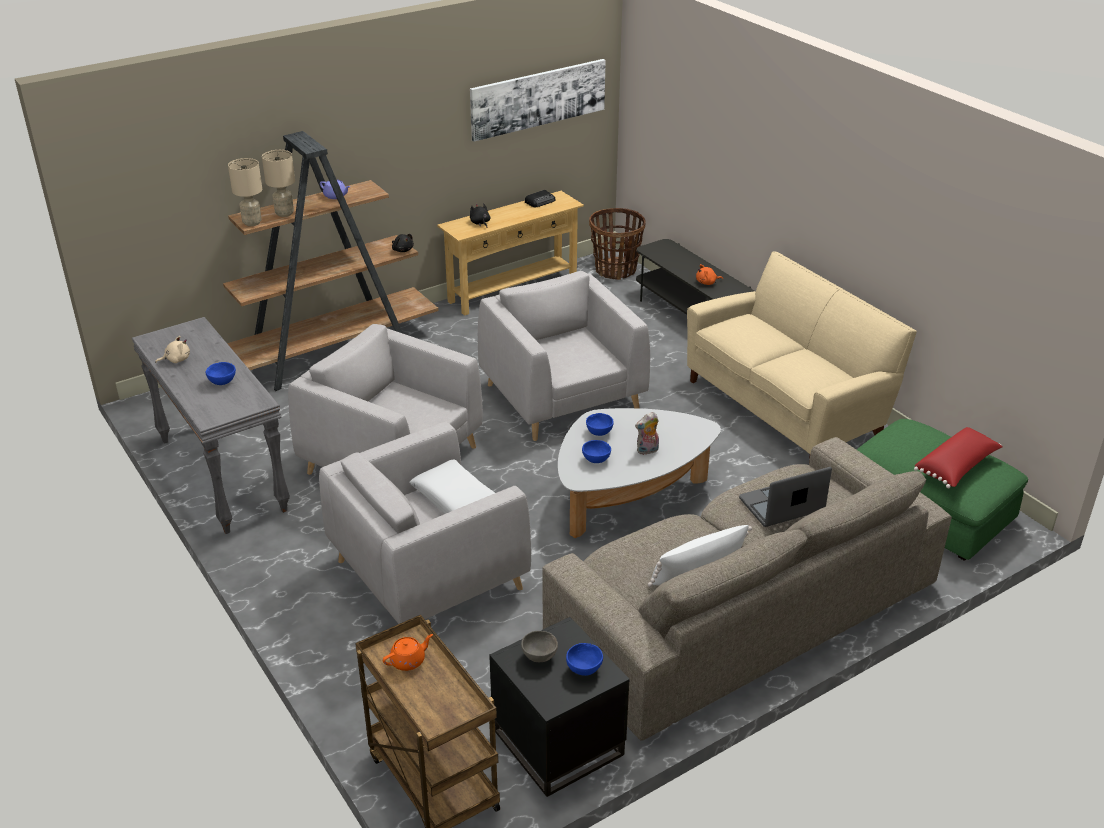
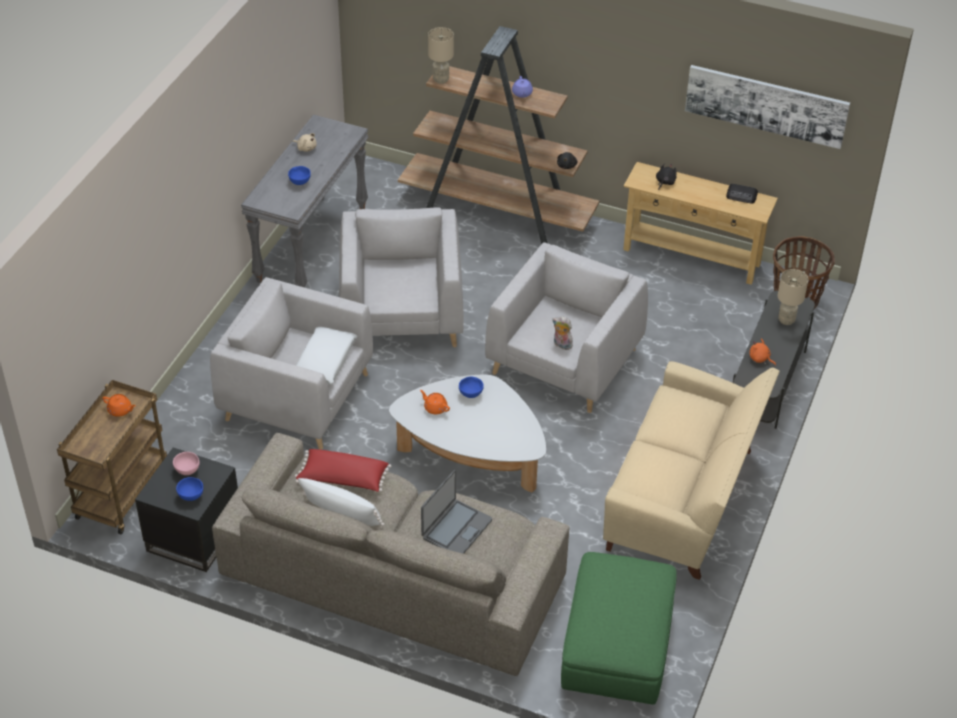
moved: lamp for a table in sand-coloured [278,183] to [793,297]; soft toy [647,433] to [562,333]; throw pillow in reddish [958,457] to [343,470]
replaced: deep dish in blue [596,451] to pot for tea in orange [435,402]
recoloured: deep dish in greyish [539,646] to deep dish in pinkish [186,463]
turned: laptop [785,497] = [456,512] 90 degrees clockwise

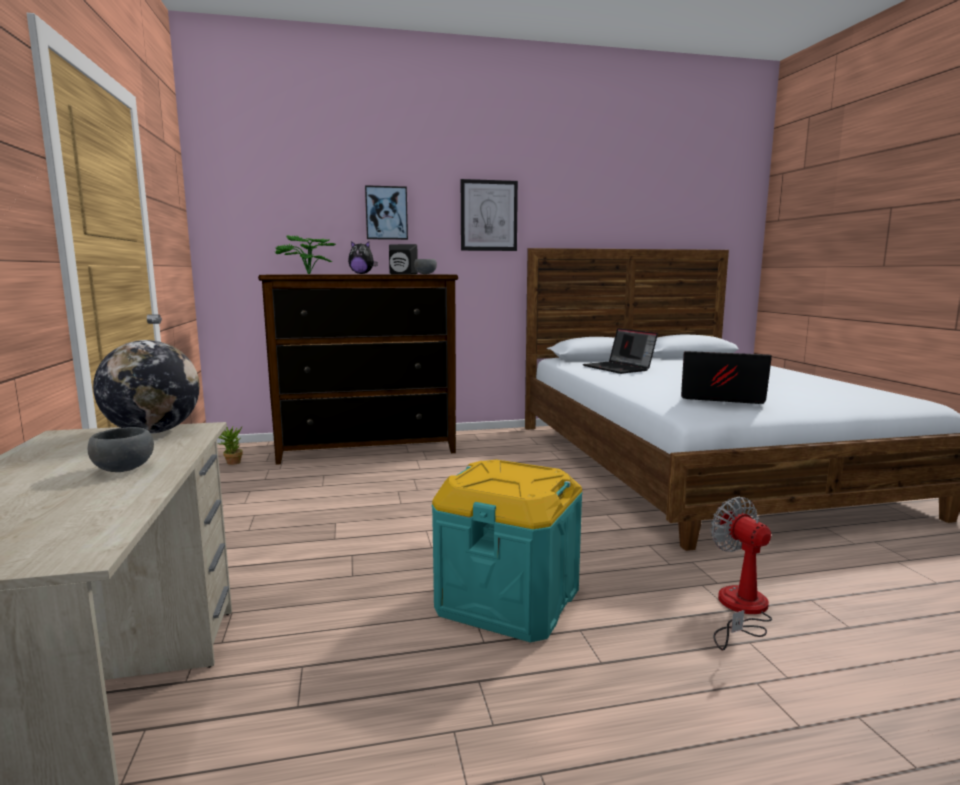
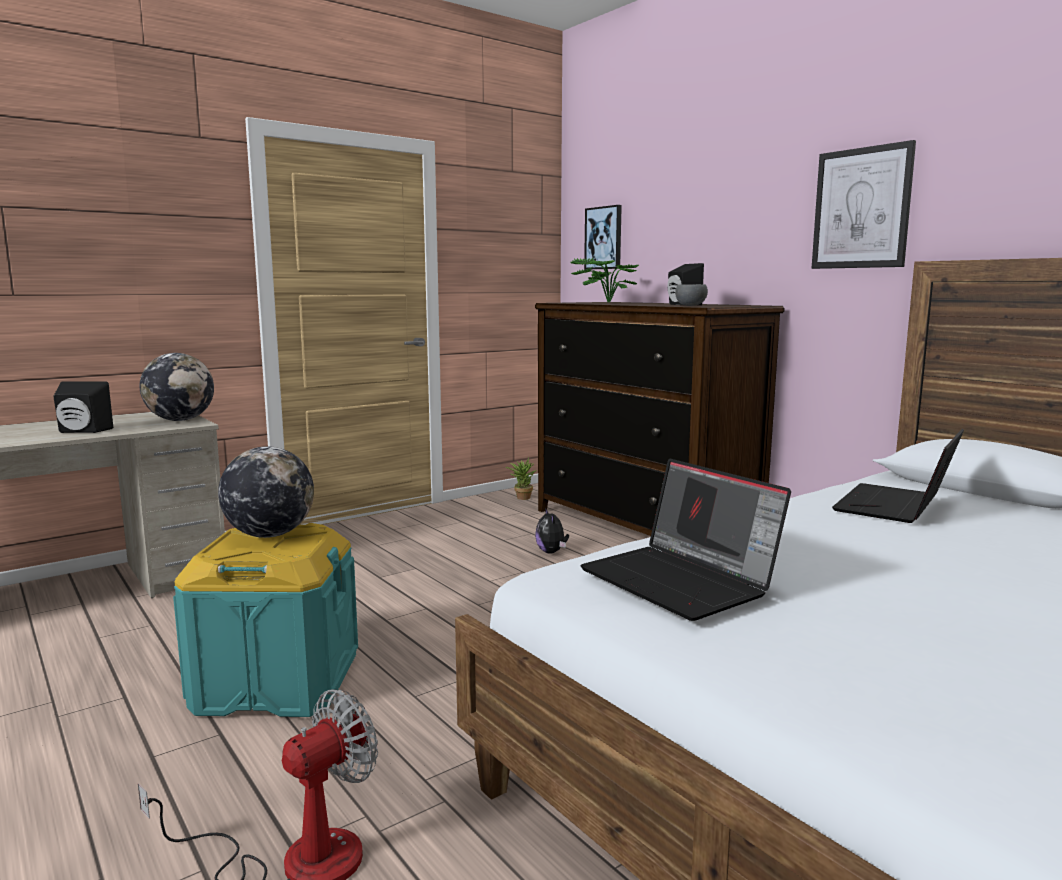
added: world globe [266,492]
moved: wall picture [386,212] to [603,237]; soft toy [363,257] to [552,530]
replaced: deep dish in greyish [121,449] to audio speaker in blackish [83,407]
turned: laptop [726,377] = [685,540] 150 degrees clockwise

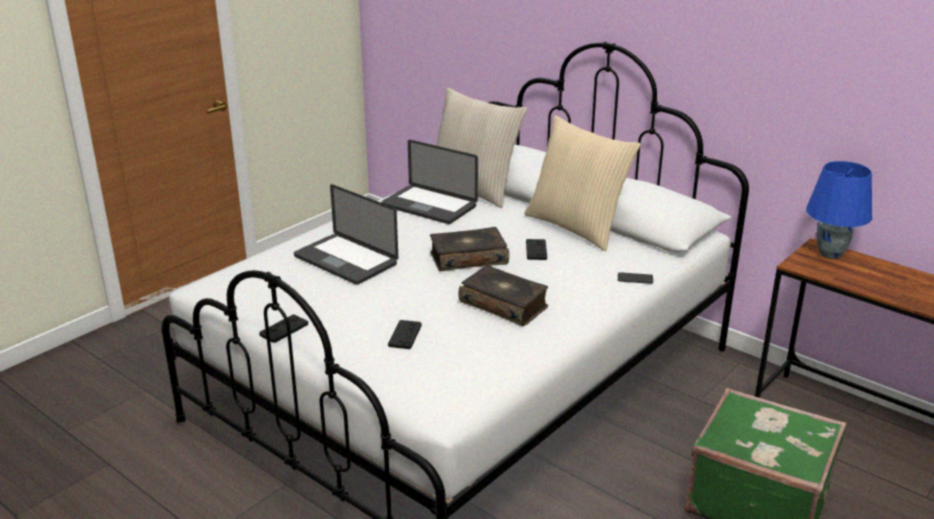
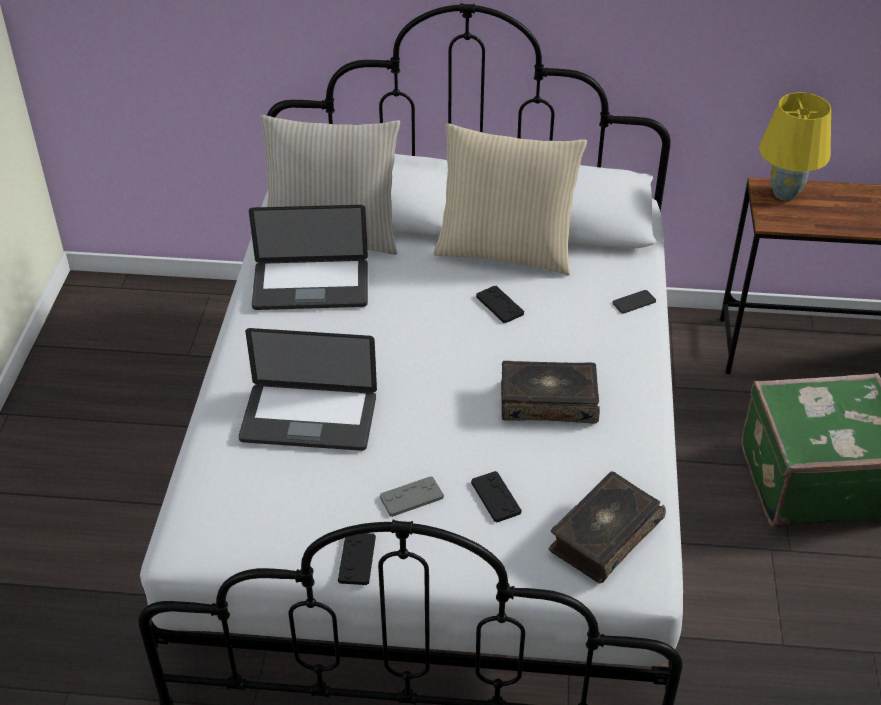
added: gamepad in greyish [412,496]
moved: volume [469,249] to [607,527]
recoloured: lamp for a table in blue [839,210] to lamp for a table in yellow [795,147]

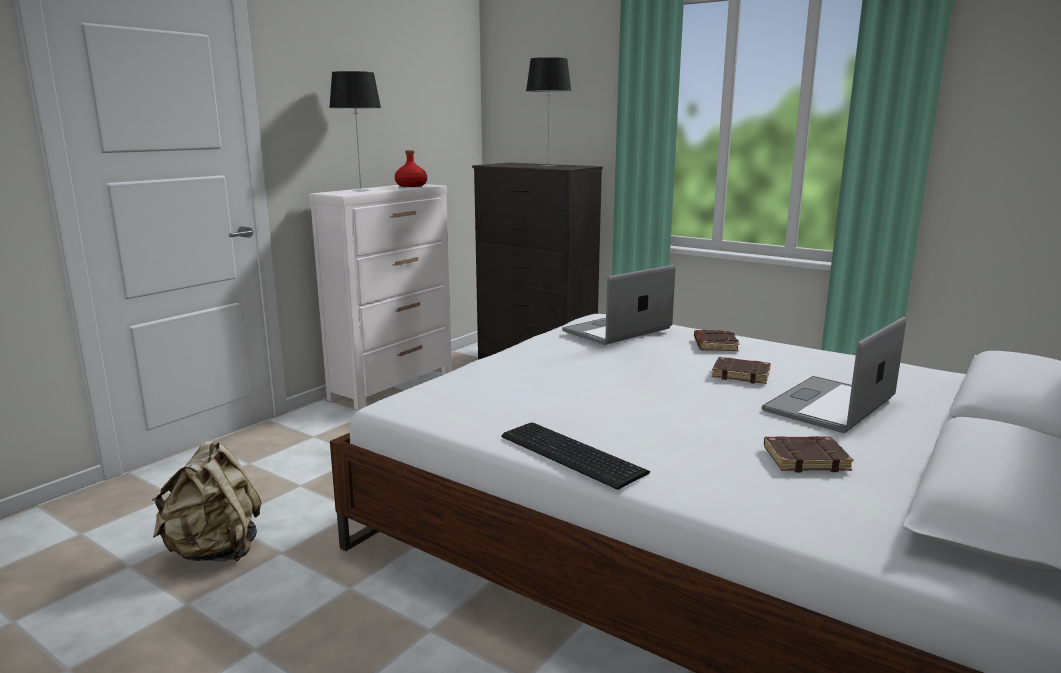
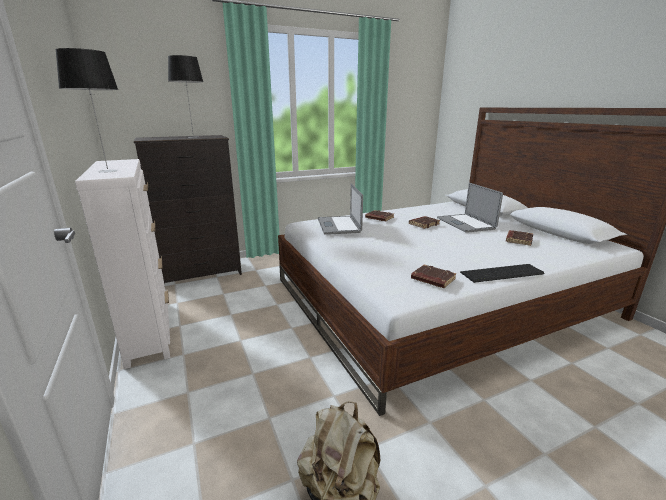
removed: drink bottle in reddish [411,168]
added: volume in brown [433,276]

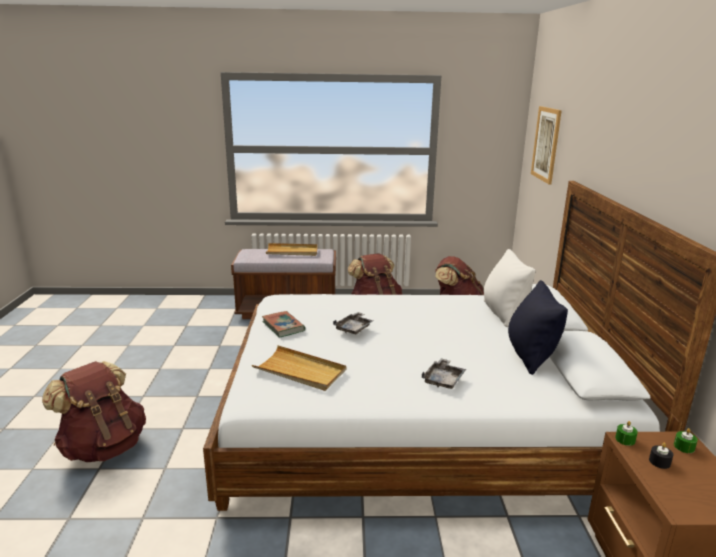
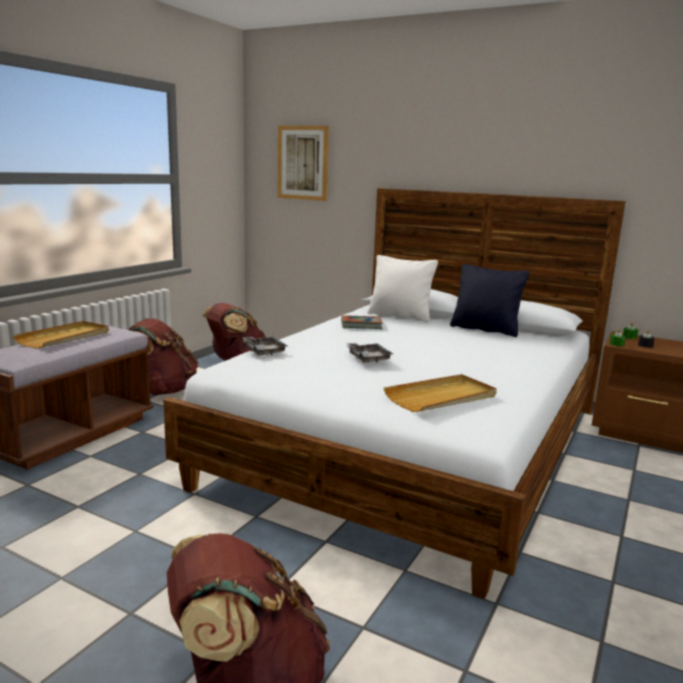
moved: volume [283,324] to [362,322]; carrying tray in greyish [444,373] to [265,346]

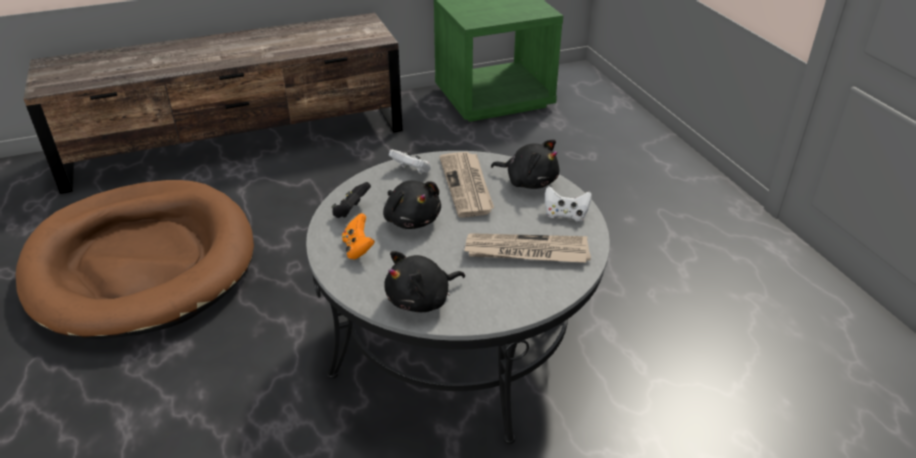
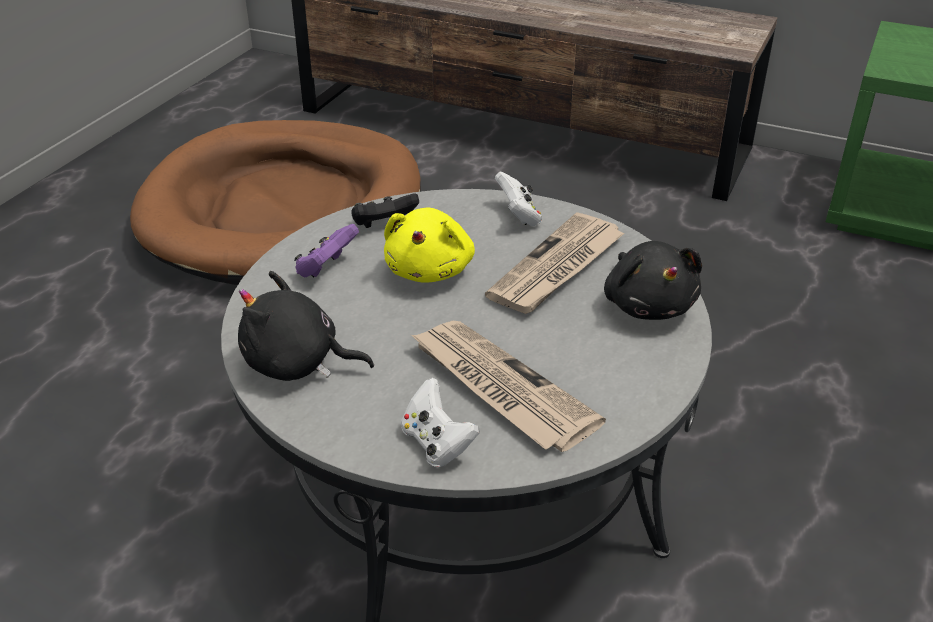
moved: gamepad in white [568,204] to [440,422]
recoloured: soft toy in blackish [412,204] to soft toy in yellow [429,245]; gamepad in orange [358,236] to gamepad in purple-coloured [326,250]

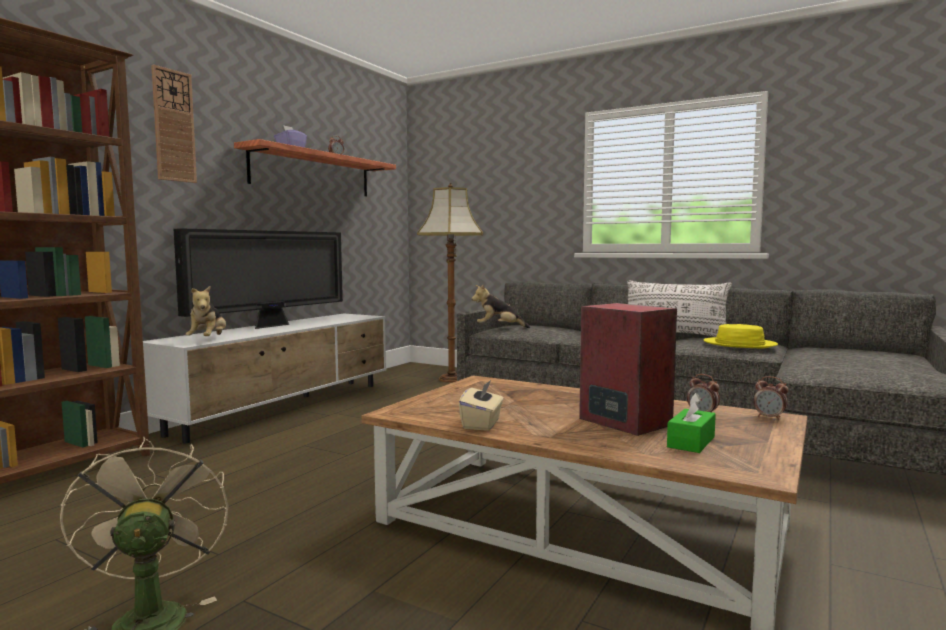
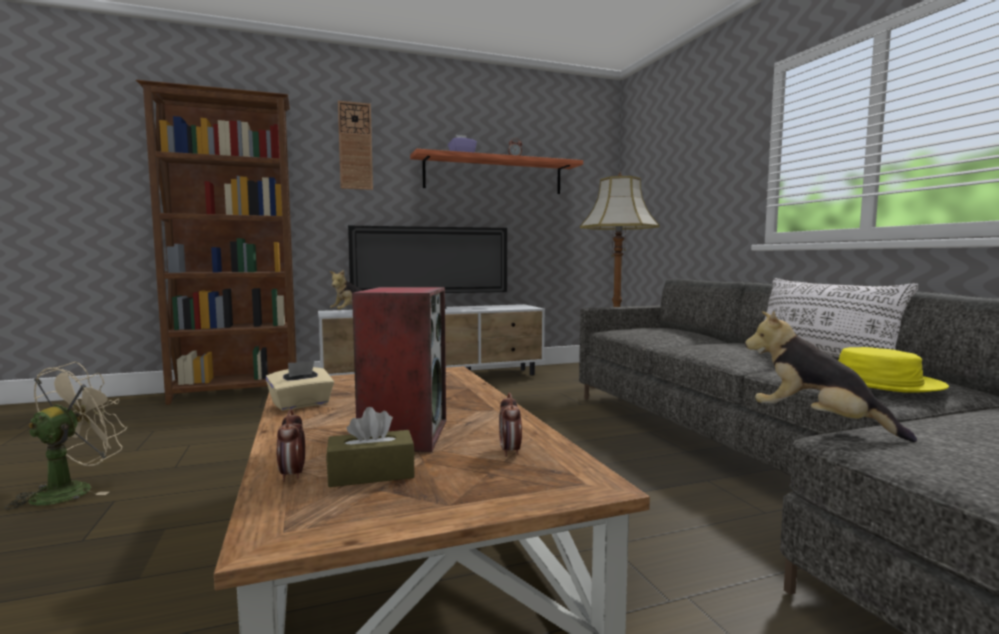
moved: soft toy [501,306] to [831,376]; table clock [771,398] to [291,445]
recoloured: box of tissues in green-coloured [691,423] to box of tissues in brown [370,447]

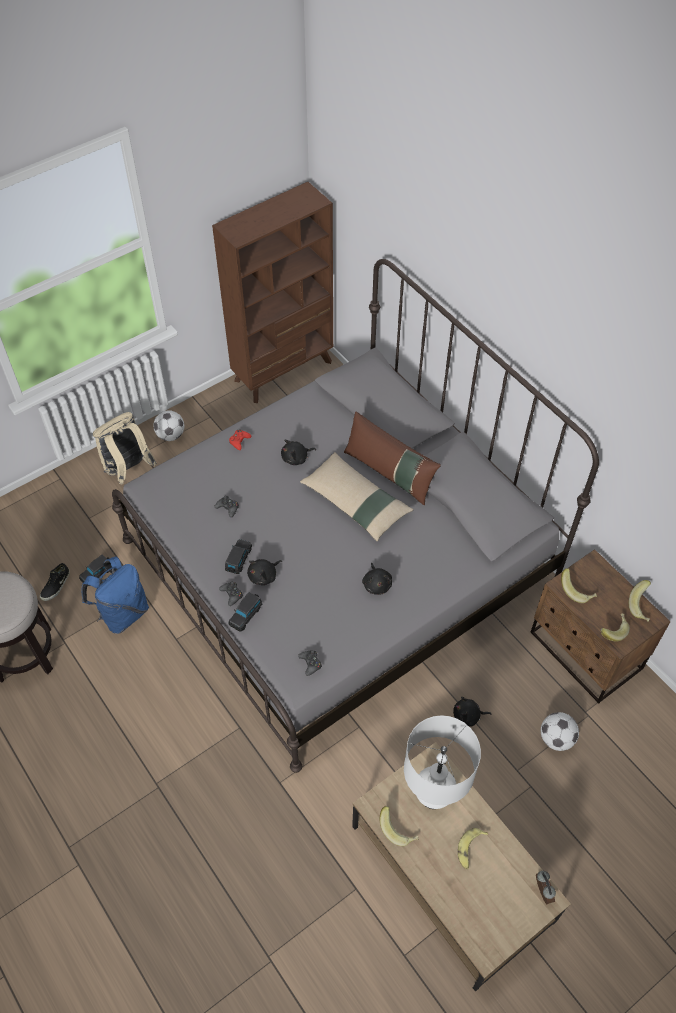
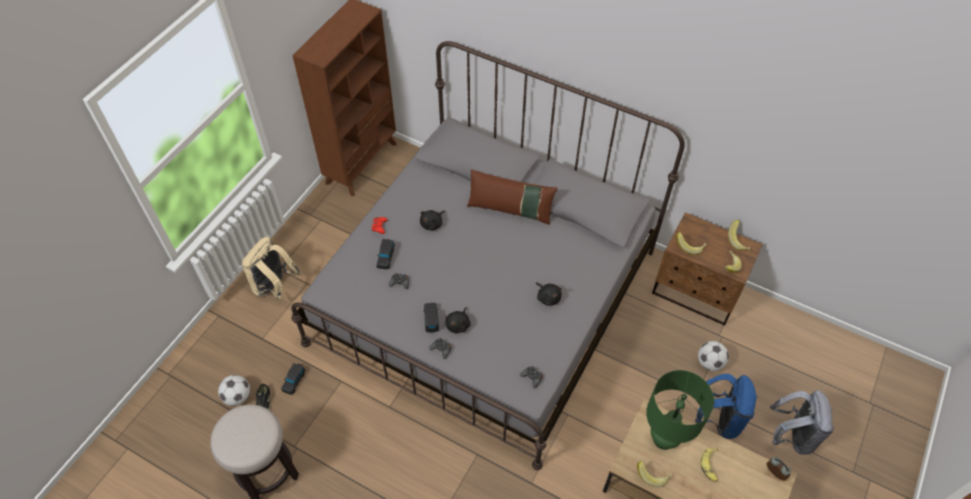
removed: throw pillow in sand-coloured [357,497]; soft toy in blackish [472,712]
added: backpack in greyish [802,422]
moved: ball for football [168,425] to [234,390]; backpack in blue [115,595] to [726,406]; miniature car in blackish [245,611] to [386,254]
recoloured: lamp for a table in white [442,762] to lamp for a table in green-coloured [680,410]

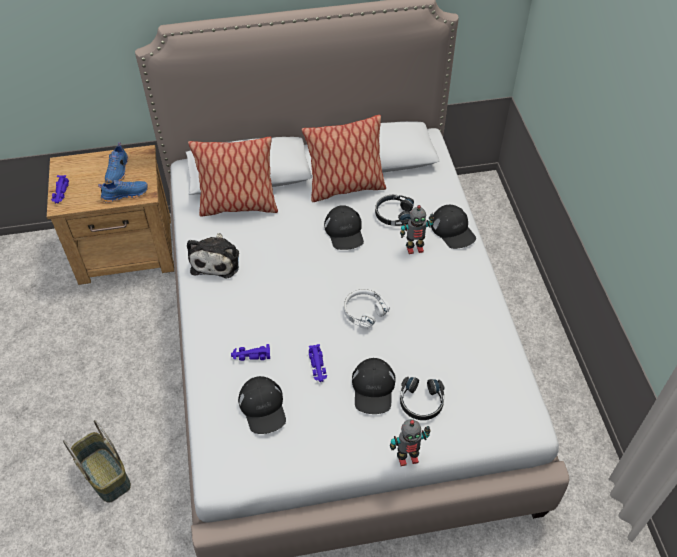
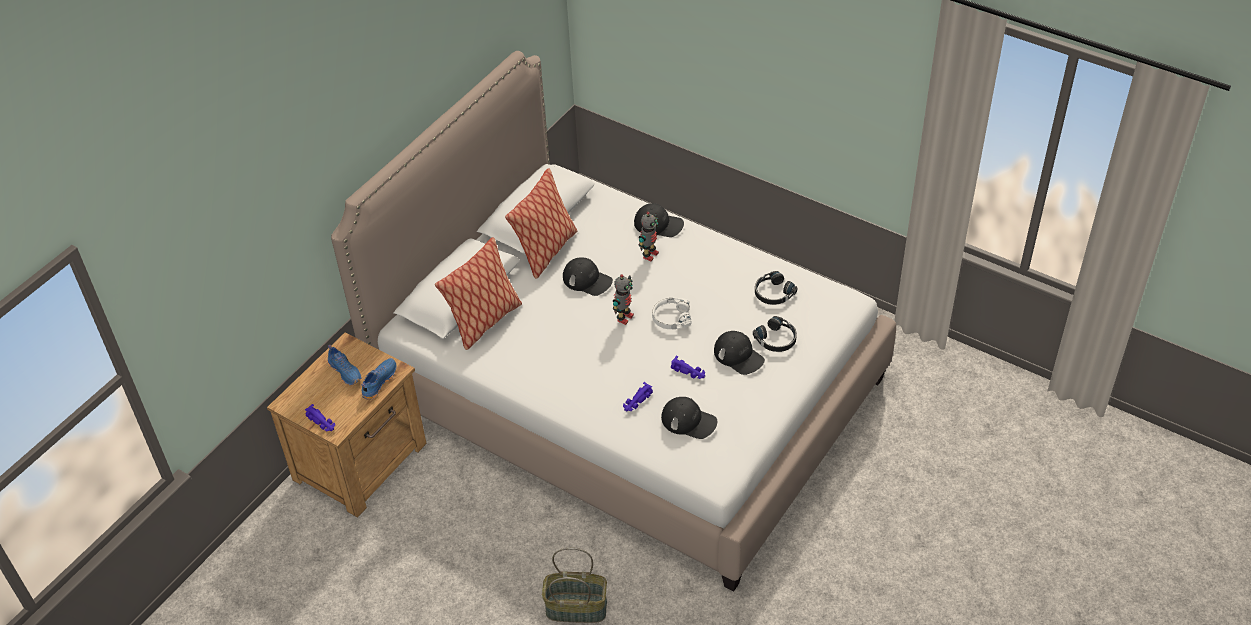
removed: soft toy [213,256]
moved: pair of headphones in blackish [394,210] to [776,288]; model robot [410,442] to [623,299]

